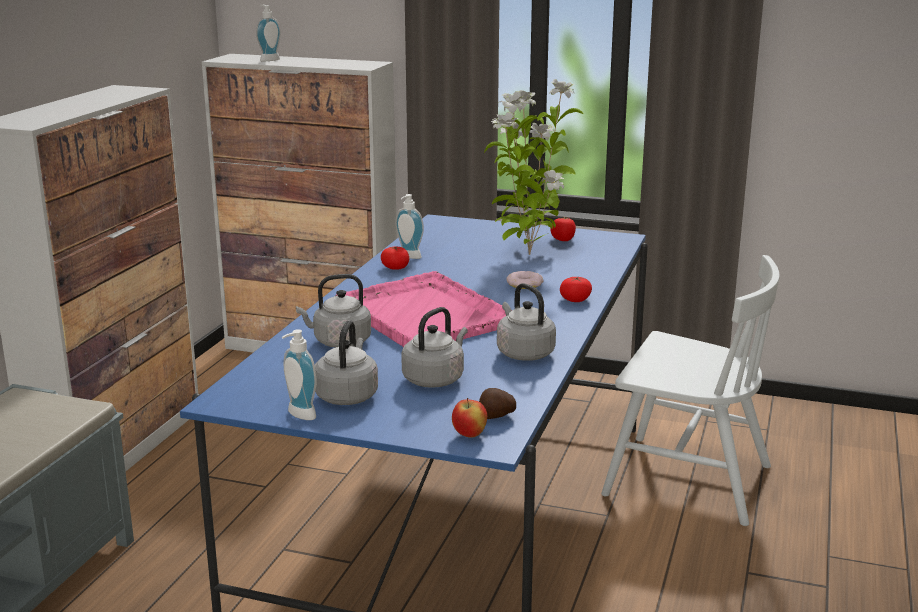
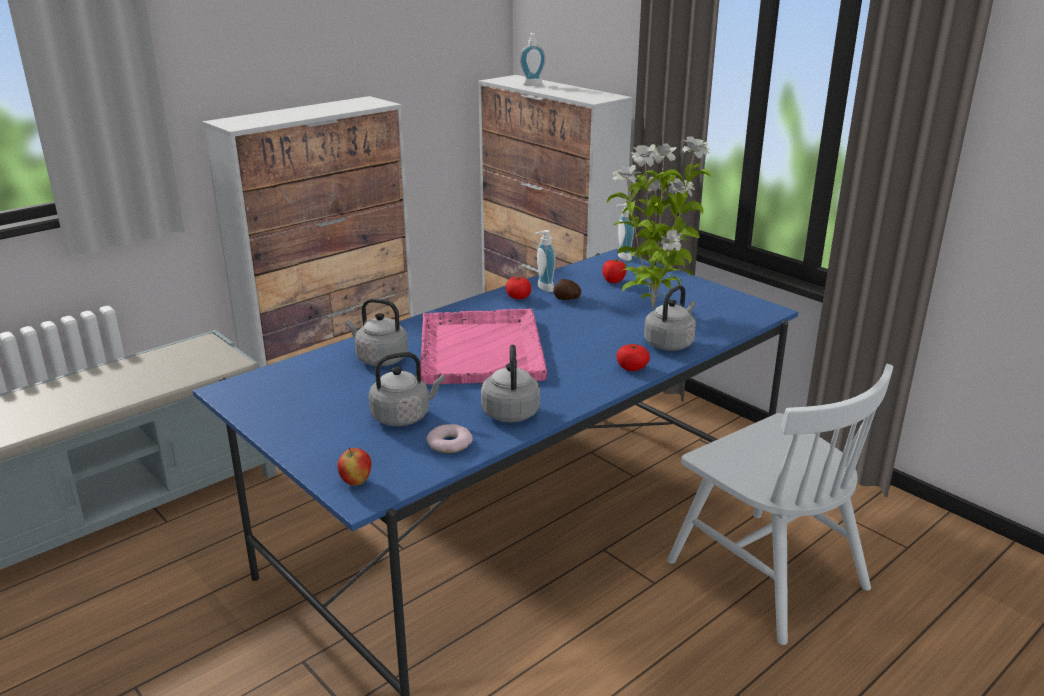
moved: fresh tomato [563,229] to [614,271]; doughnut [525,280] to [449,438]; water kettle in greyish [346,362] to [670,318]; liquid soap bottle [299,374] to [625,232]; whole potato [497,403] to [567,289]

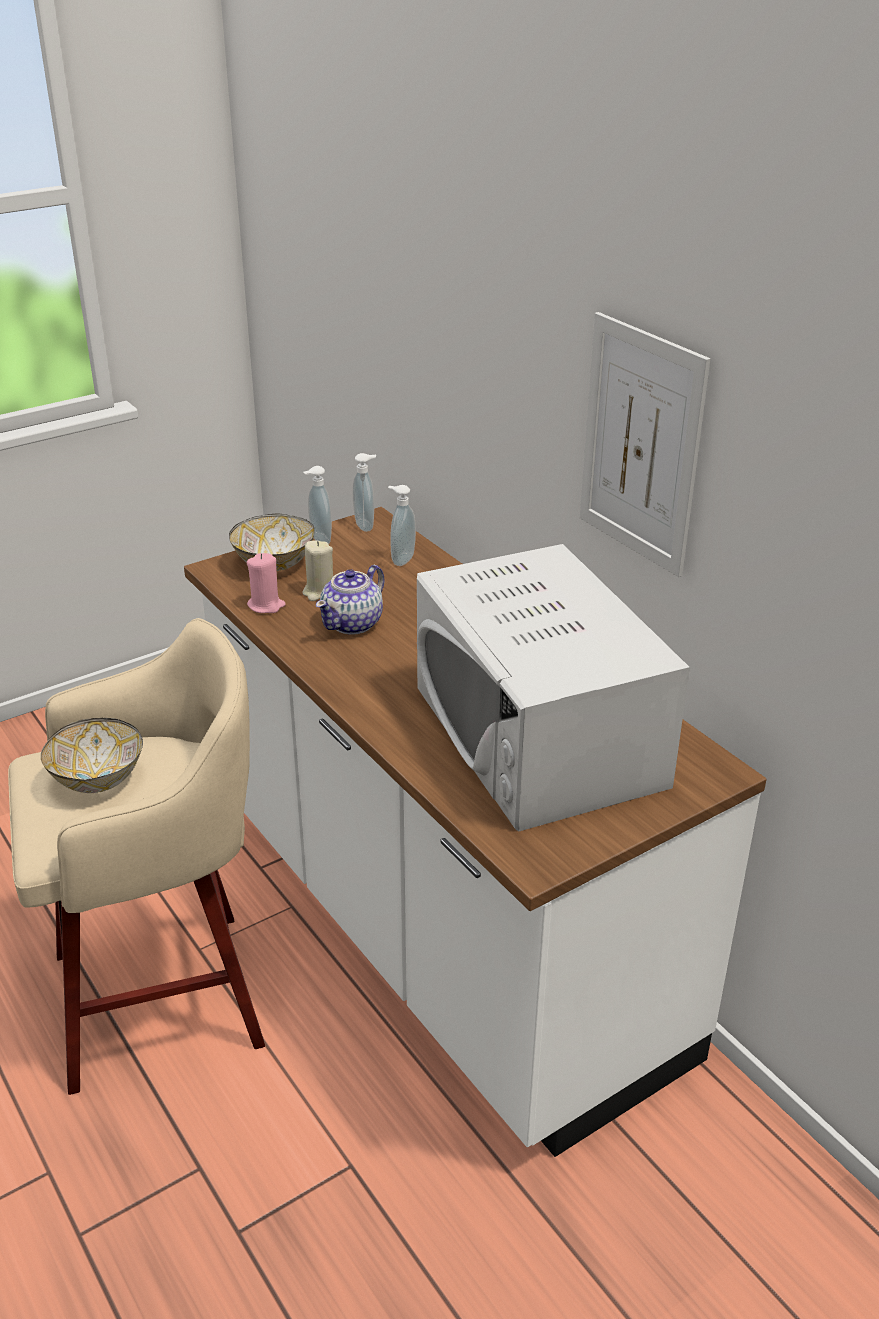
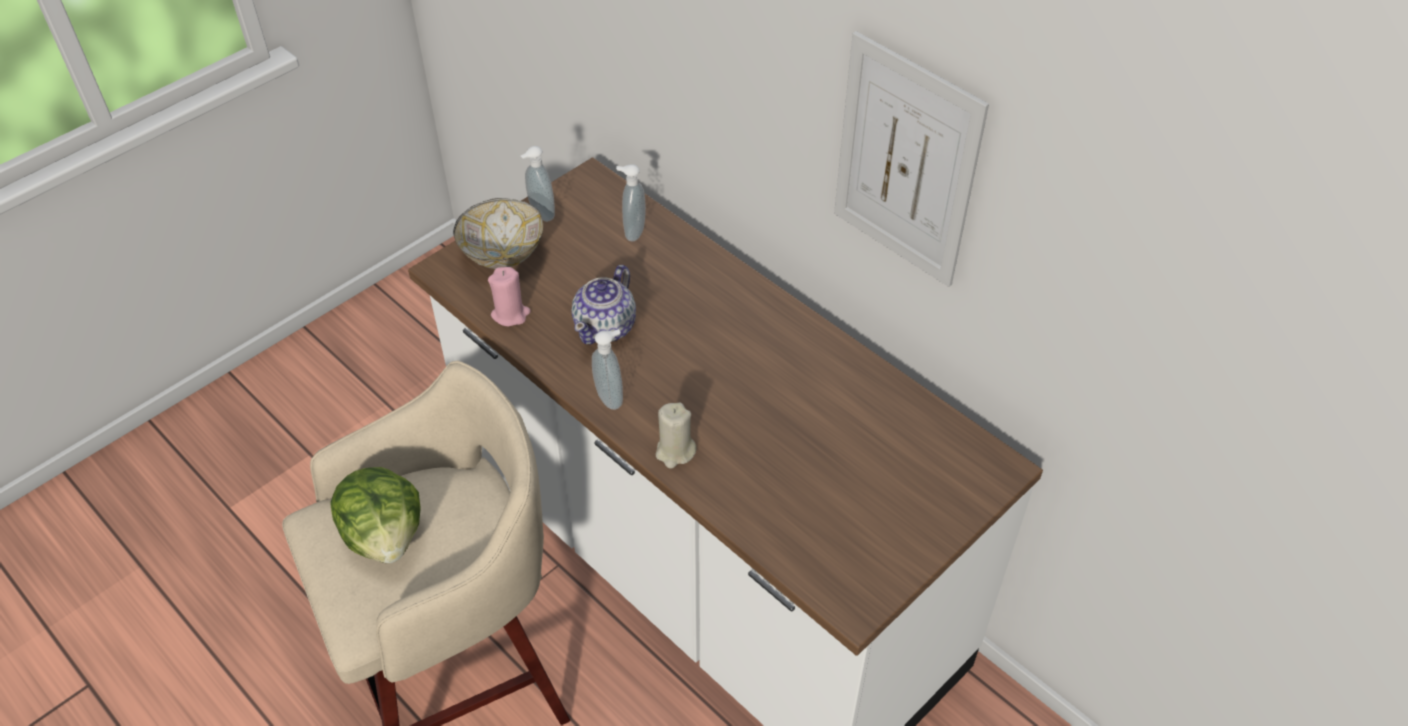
removed: microwave oven in white [553,688]
moved: liquid soap bottle [364,492] to [607,369]; candle in sand-coloured [317,570] to [676,435]
replaced: deep dish [92,755] to lettuce [375,515]

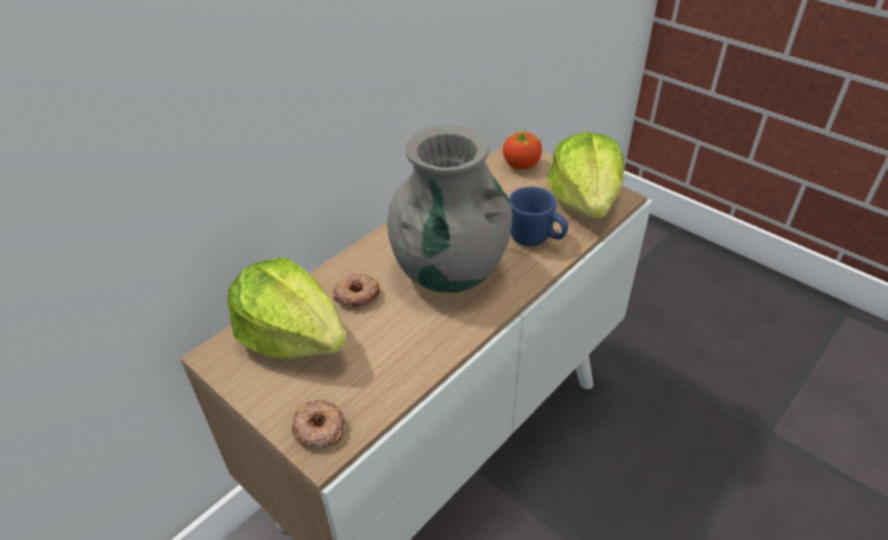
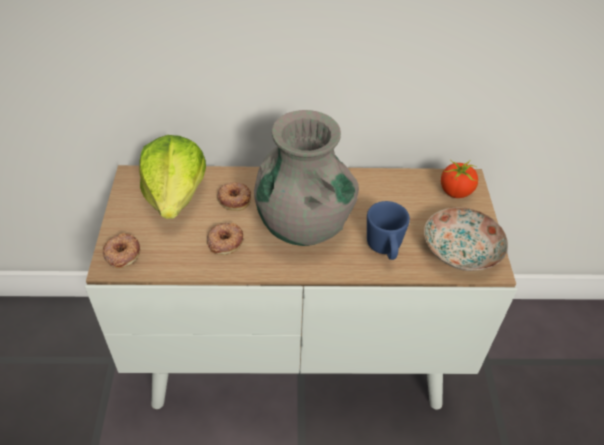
added: doughnut [225,239]
replaced: lettuce [586,175] to plate [466,239]

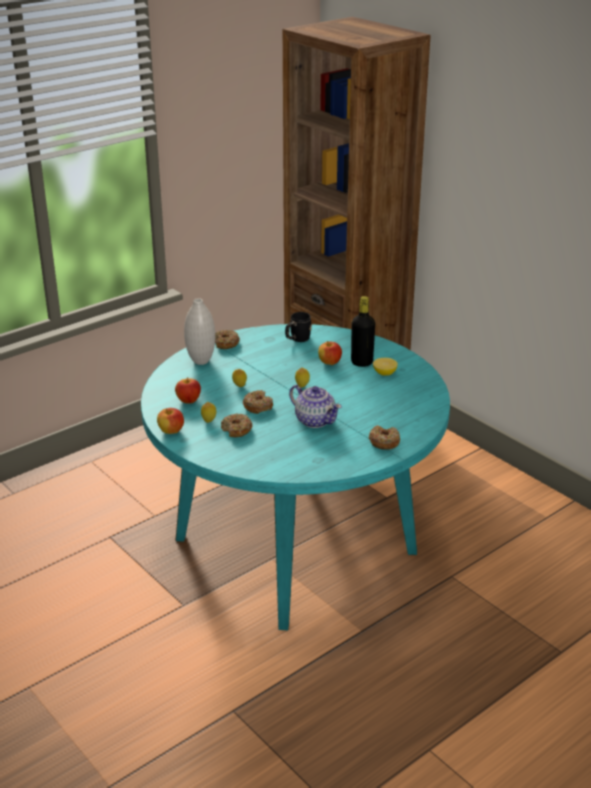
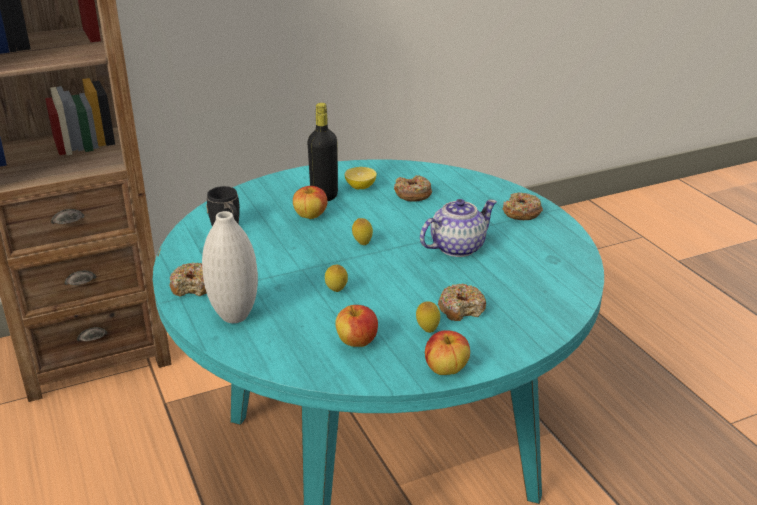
moved: doughnut [258,402] to [413,188]

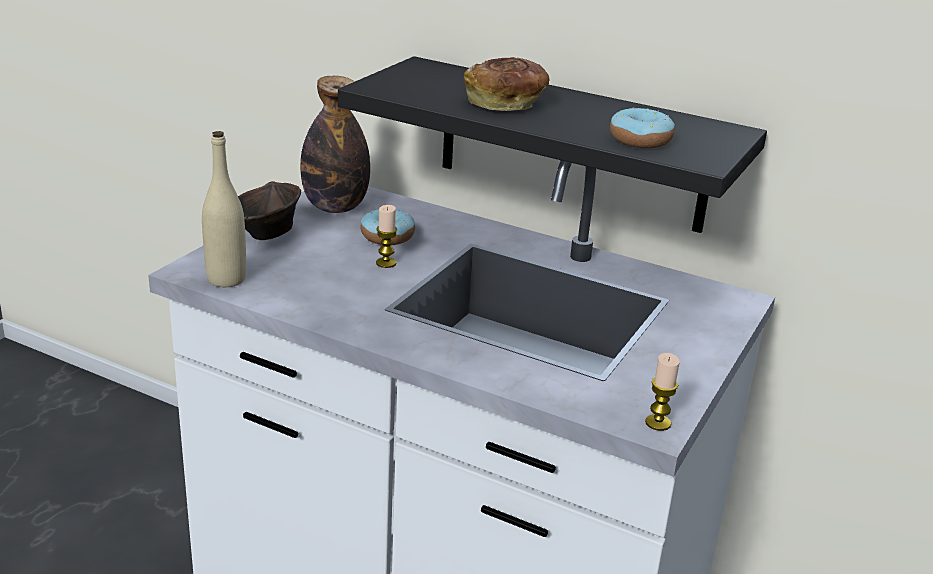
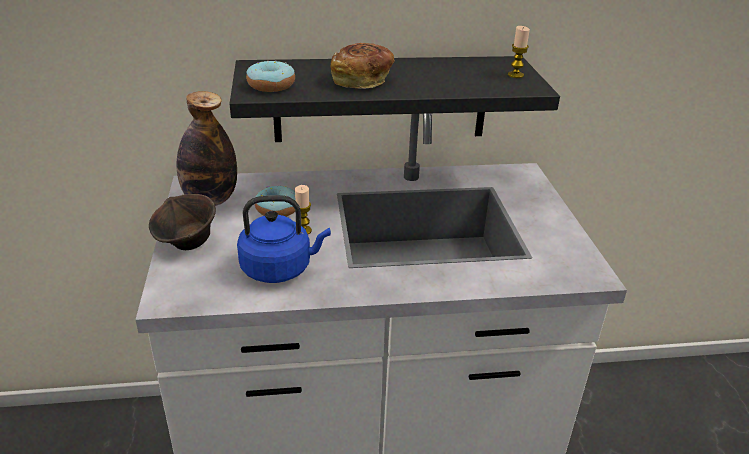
removed: drink bottle in sand-coloured [224,209]
added: water kettle in blue [284,239]
moved: doughnut [642,128] to [270,76]; candle [662,392] to [519,52]

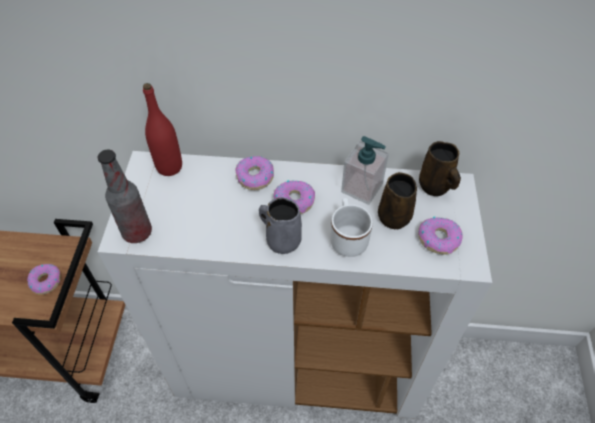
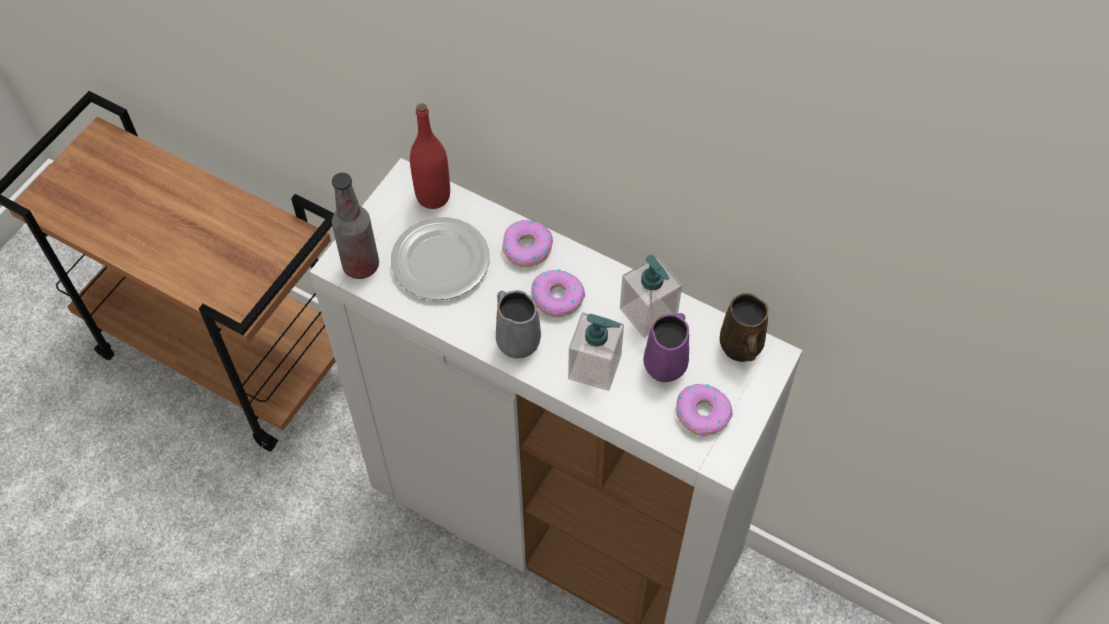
removed: doughnut [44,279]
added: plate [440,258]
replaced: mug in white [352,227] to liquid soap bottle [596,351]
recoloured: mug in brown [397,200] to mug in purple-coloured [666,347]

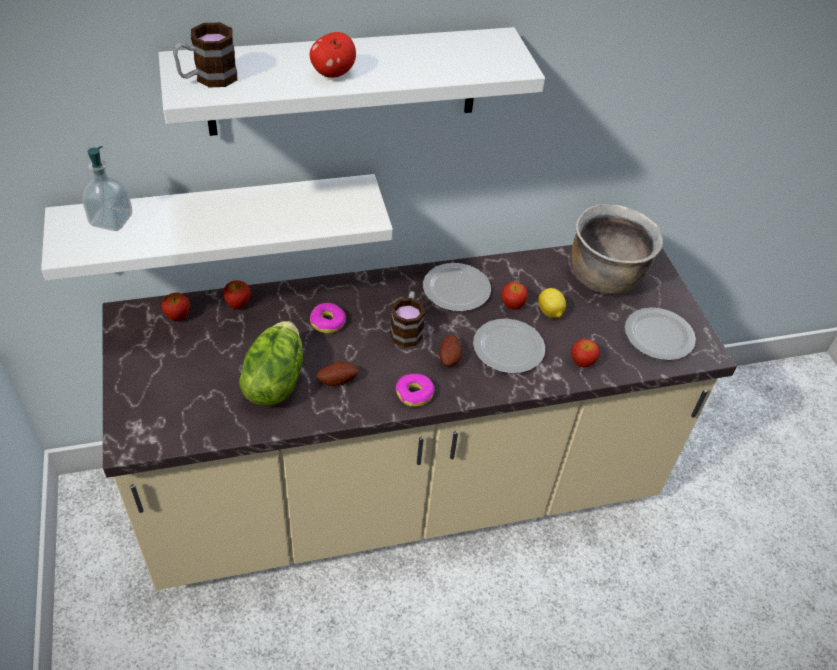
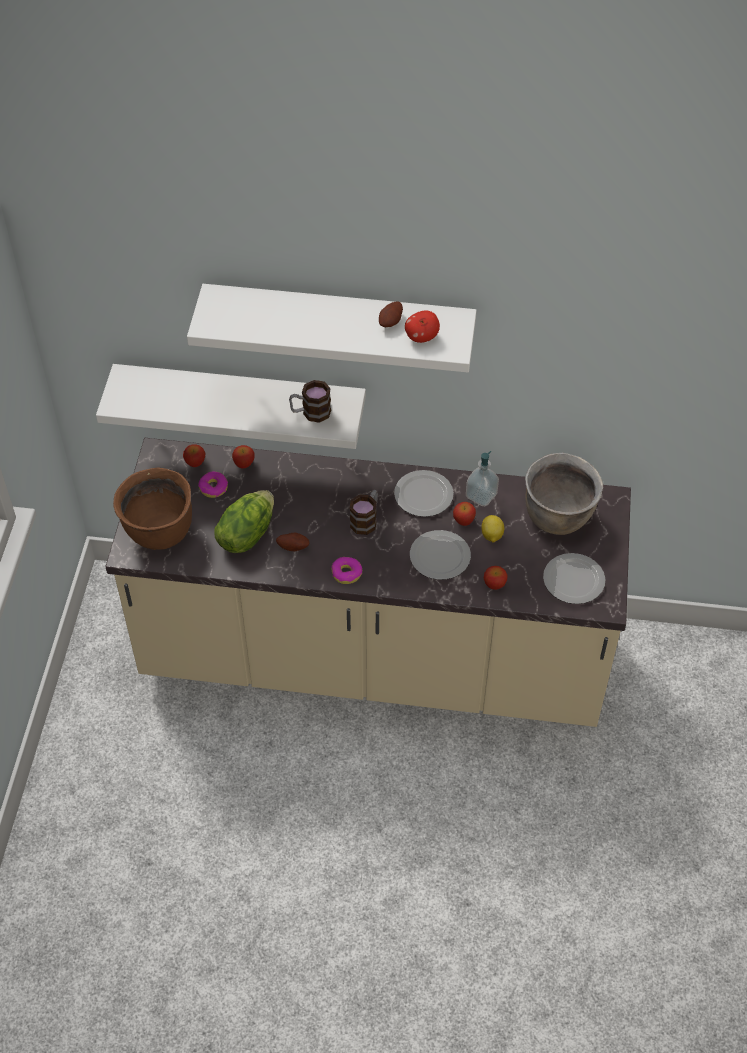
added: saucepot in brown [152,508]
moved: mug [205,54] to [310,401]; apple [333,55] to [422,326]; liquid soap bottle [107,188] to [482,479]; doughnut [328,318] to [213,484]; whole potato [450,350] to [391,314]

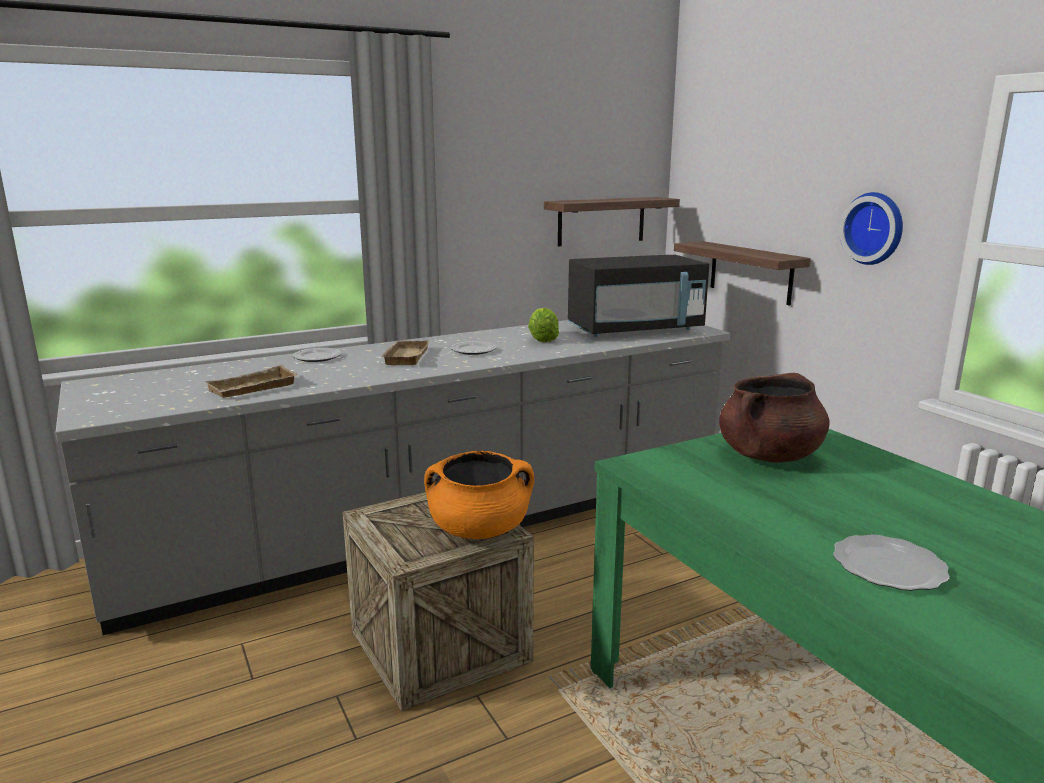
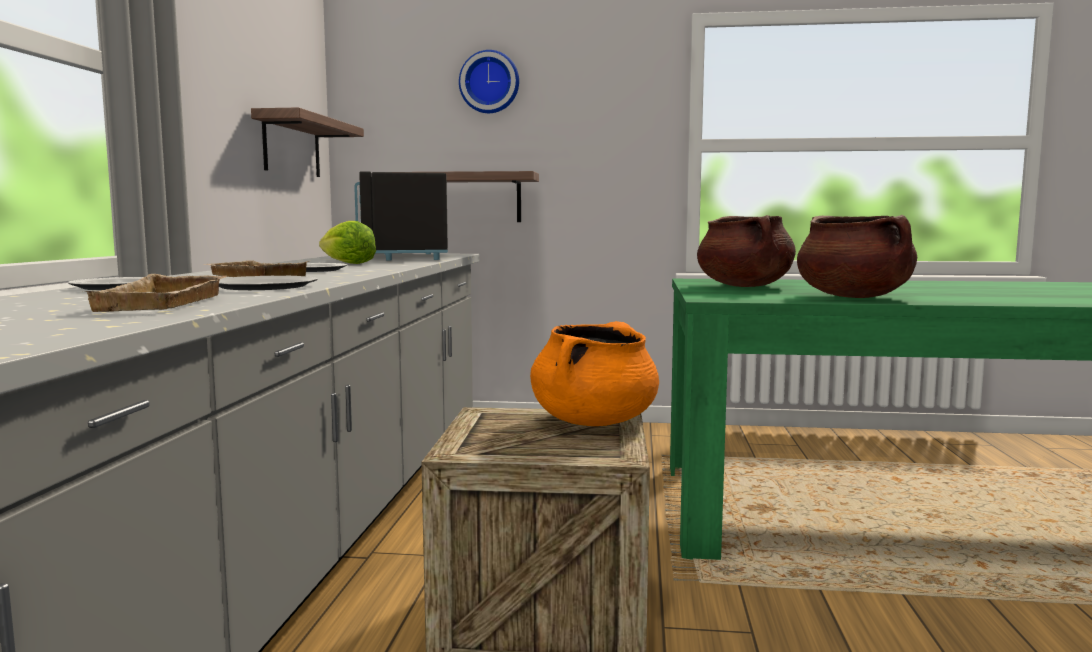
added: saucepot in brown [857,256]
moved: wall clock [871,228] to [489,81]; plate [891,563] to [268,283]
turned: microwave oven in blackish [638,296] = [401,215] 150 degrees clockwise

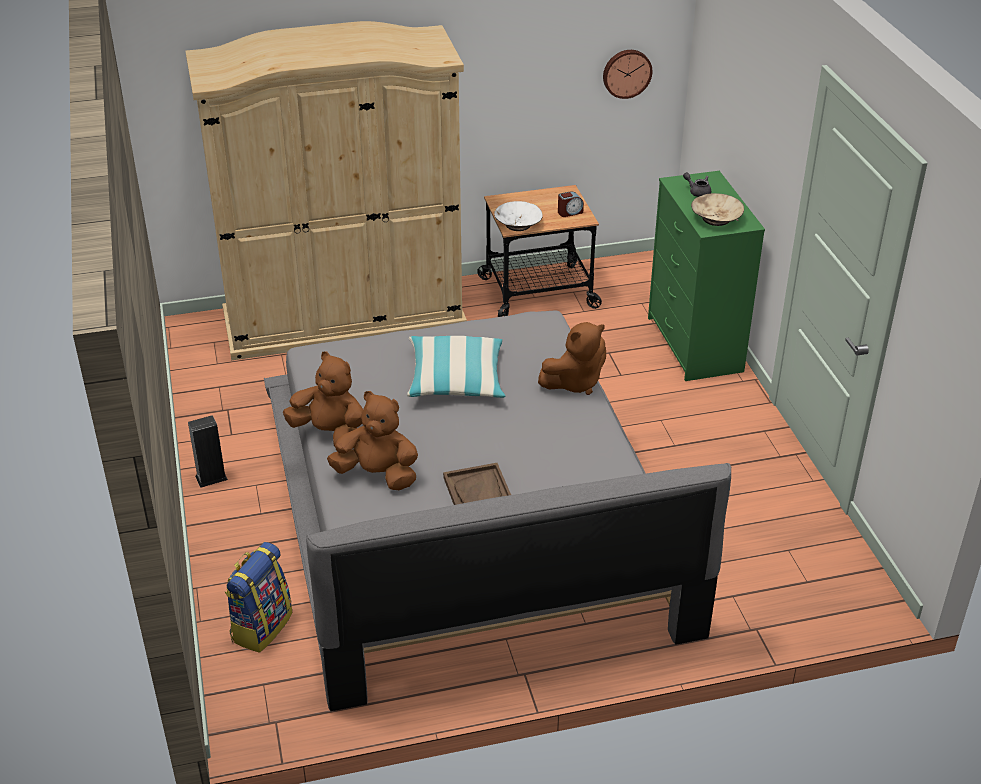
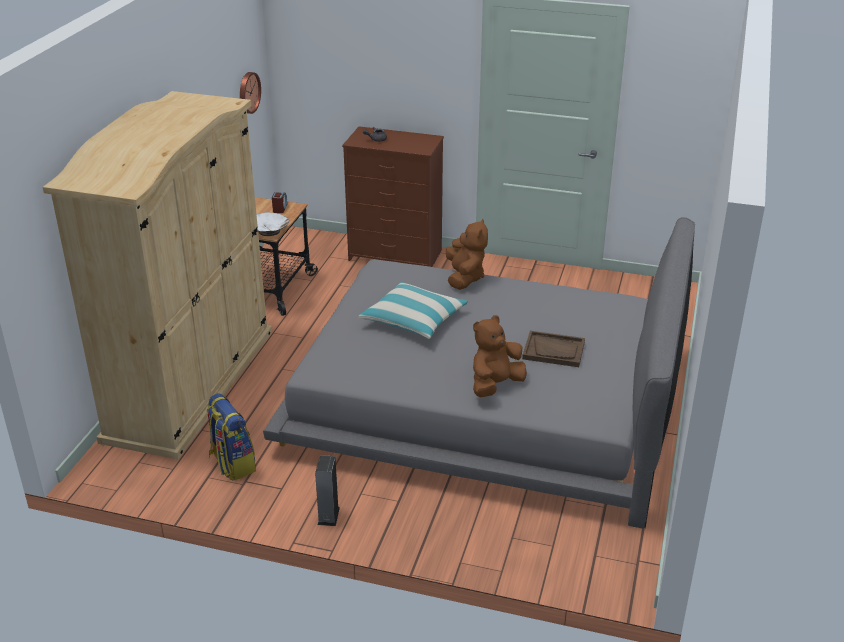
removed: deep dish in sand-coloured [717,209]; soft toy in brown [323,399]
moved: backpack [258,597] to [231,437]
recoloured: dresser in green-coloured [706,276] to dresser in brown [393,196]

